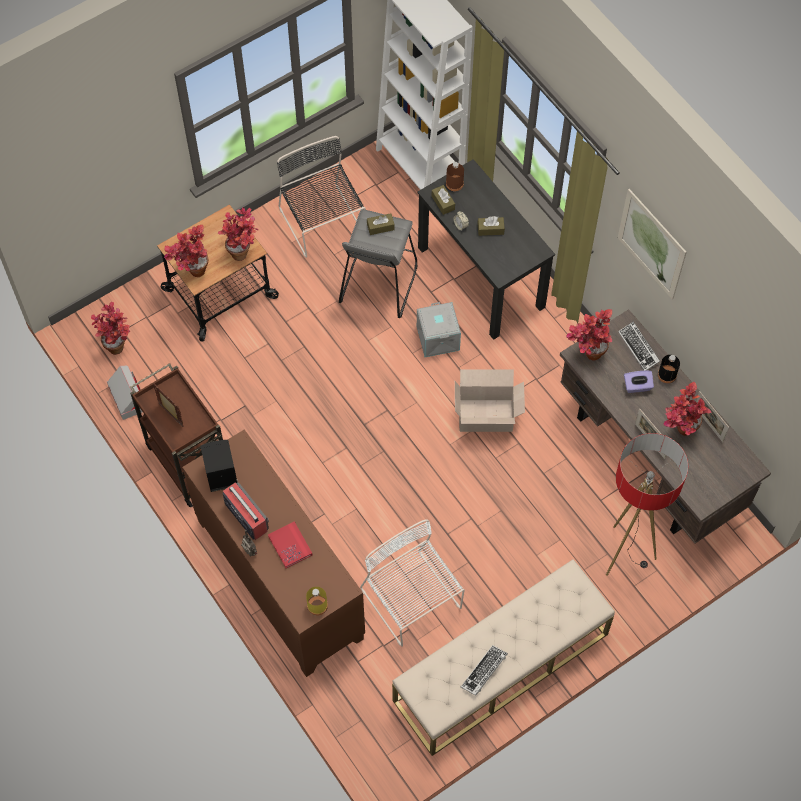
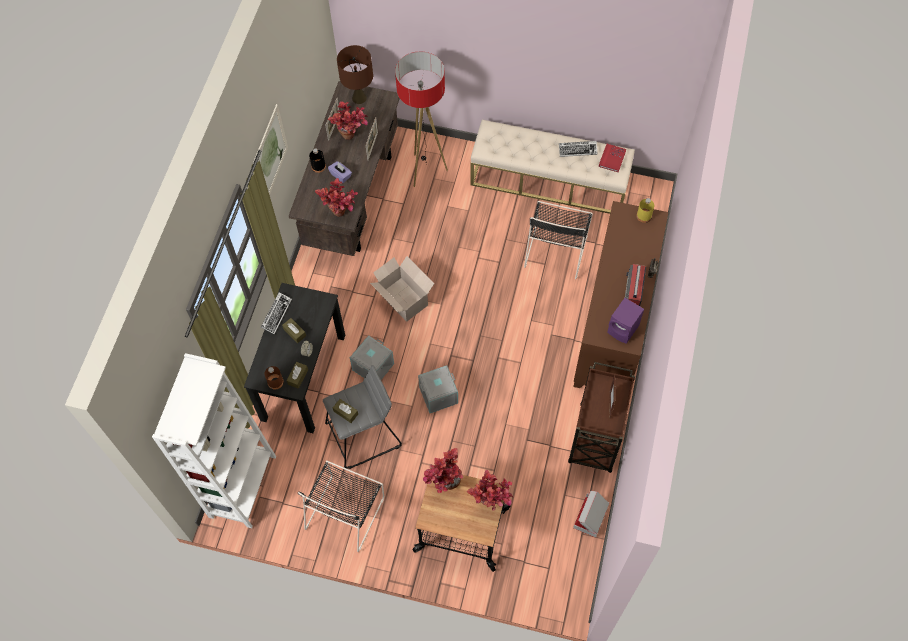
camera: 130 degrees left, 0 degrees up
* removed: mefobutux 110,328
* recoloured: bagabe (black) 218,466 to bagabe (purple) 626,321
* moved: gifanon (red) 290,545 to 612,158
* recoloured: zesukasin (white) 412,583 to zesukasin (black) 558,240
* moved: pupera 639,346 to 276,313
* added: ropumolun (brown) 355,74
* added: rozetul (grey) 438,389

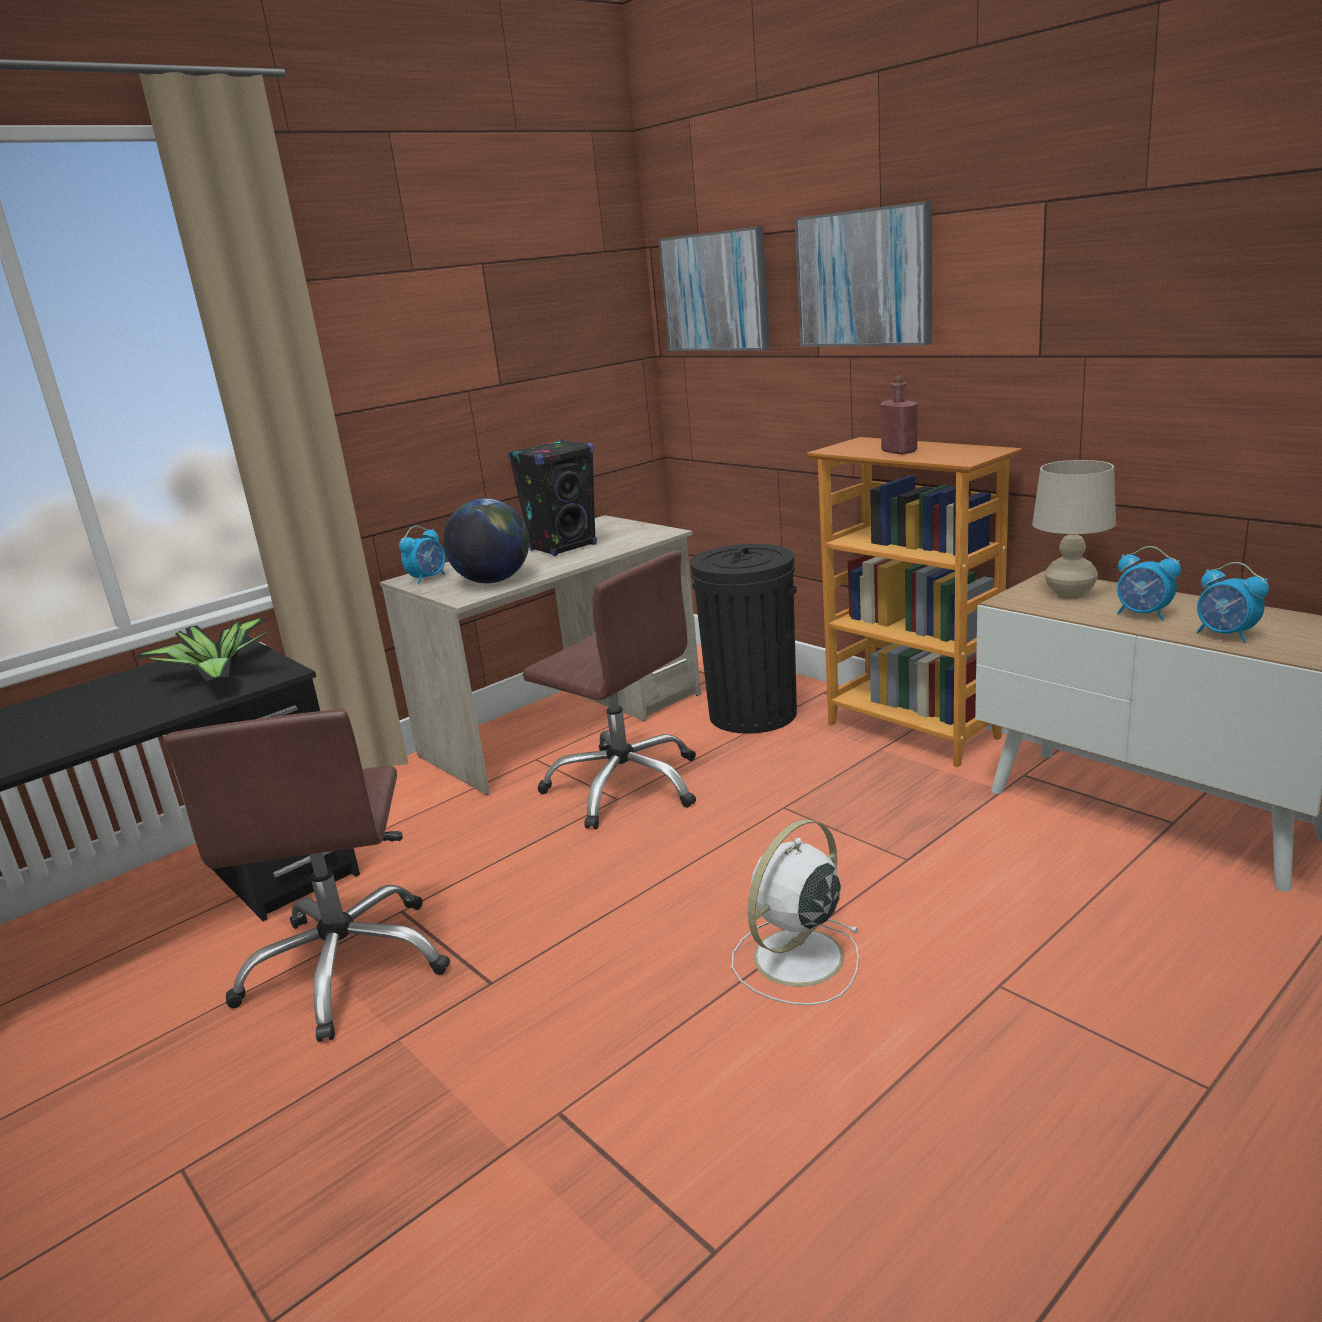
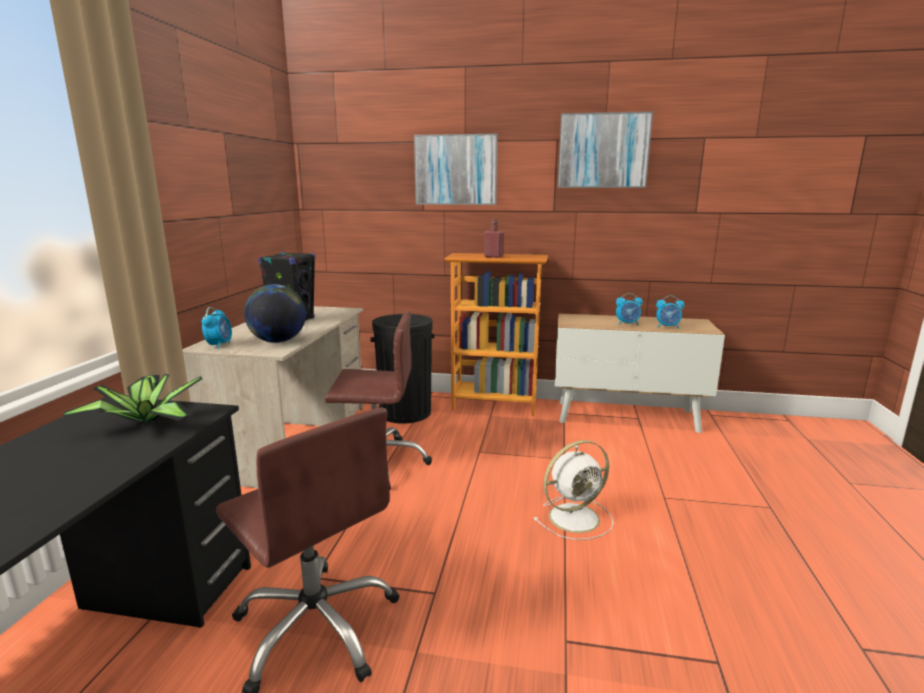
camera: 40 degrees left, 5 degrees down
* moved: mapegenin 714,288 to 605,149
* turned: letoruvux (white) 796,912 = 573,490 120 degrees counterclockwise
* removed: ropumolun (beige) 1074,529

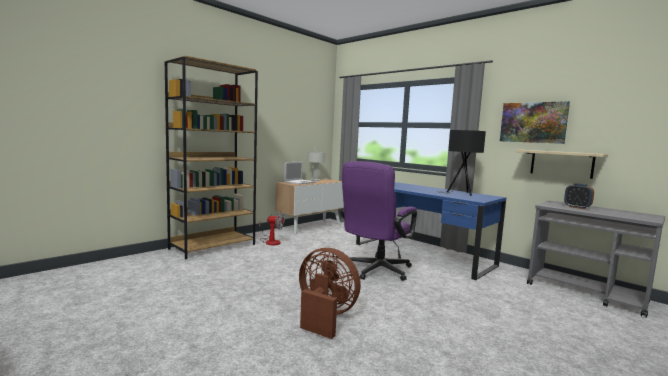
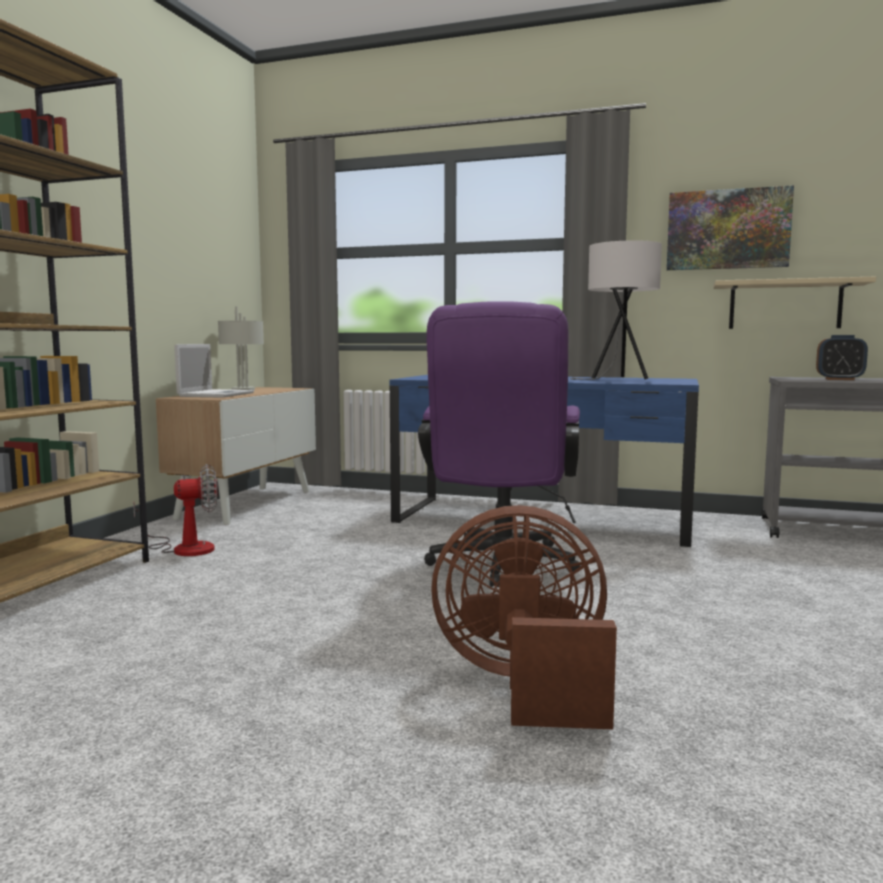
camera: 25 degrees left, 0 degrees up
* recoloured: ropumolun (black) 461,163 to ropumolun (white) 616,310

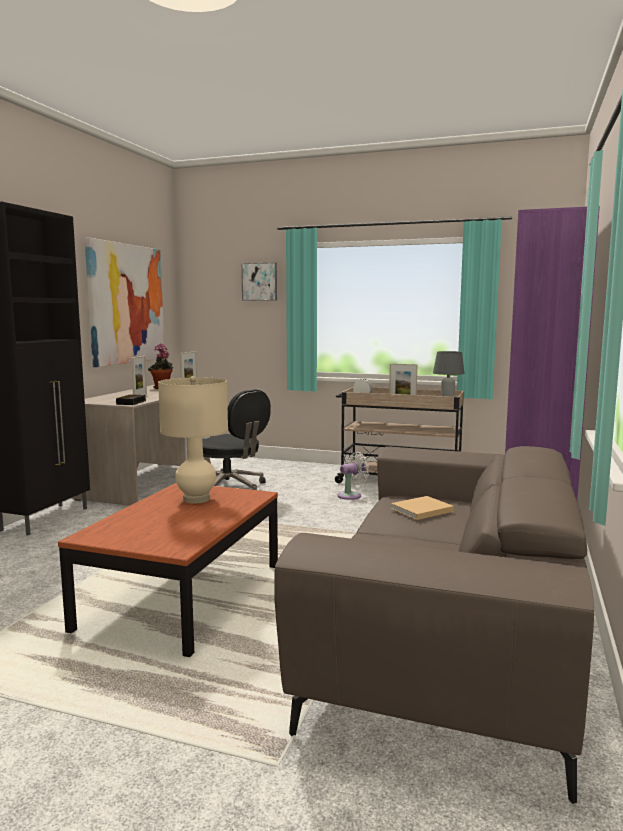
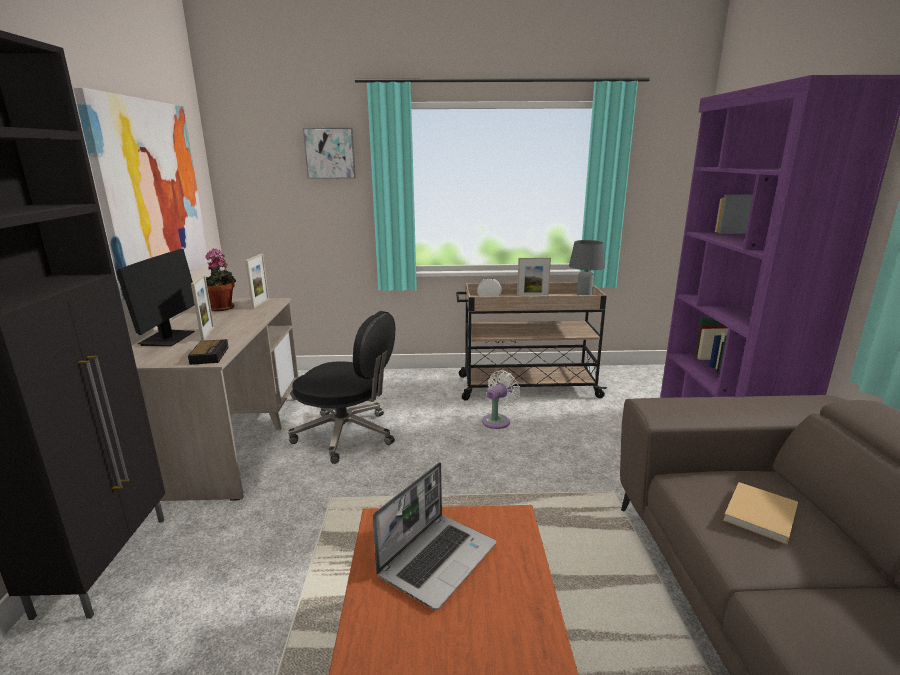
camera: 20 degrees left, 10 degrees up
* replaced: ropumolun (beige) 193,440 to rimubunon 434,536
* added: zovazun 155,297

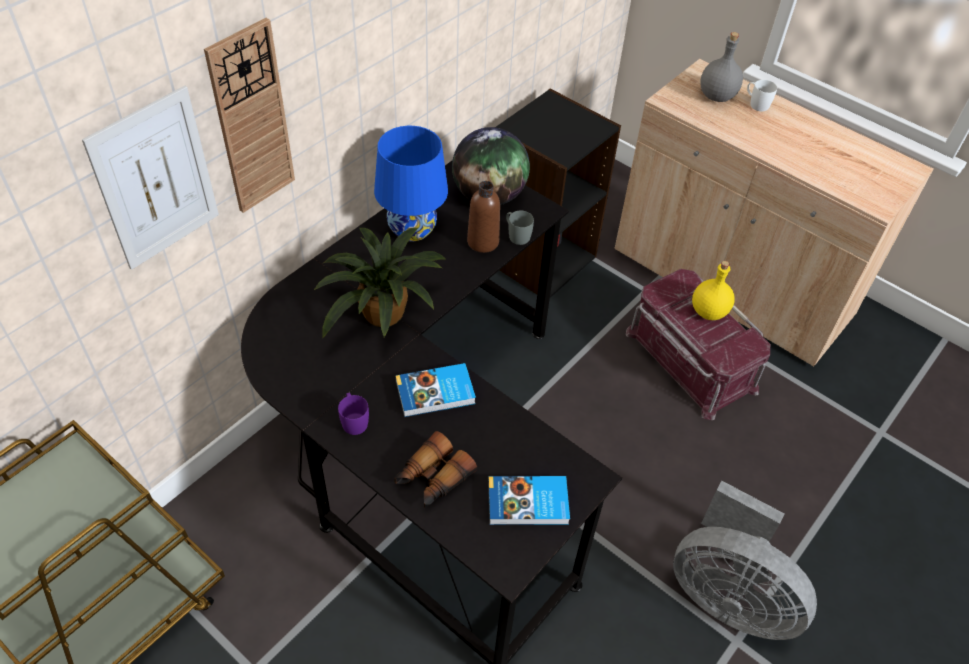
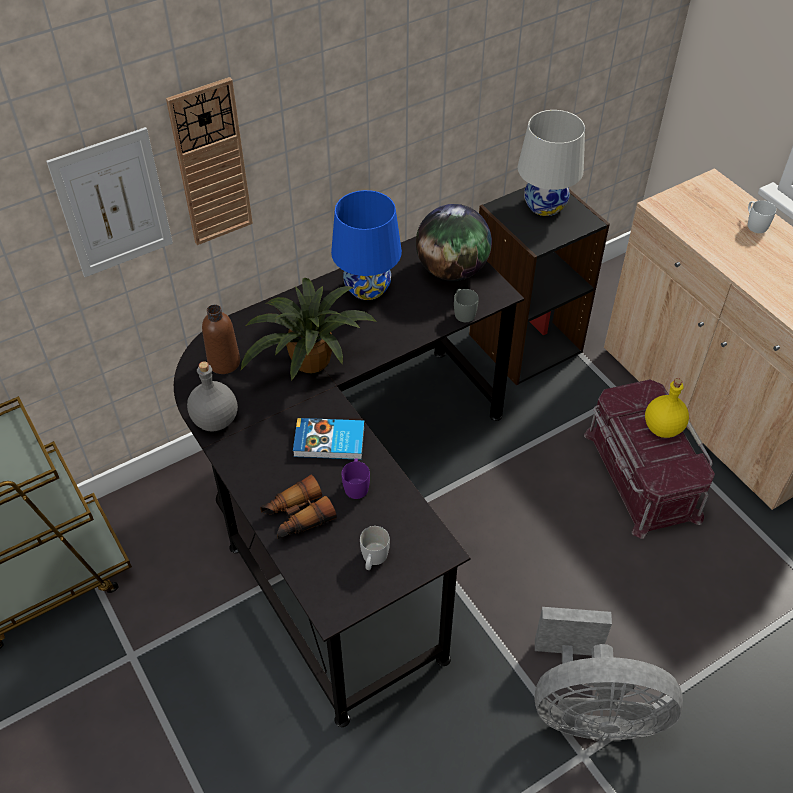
camera: 20 degrees right, 0 degrees up
* moved: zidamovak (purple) 353,414 to 356,478
* moved: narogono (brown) 483,217 to 221,339
* replaced: gifanon 529,500 to zidamovak (white) 375,548
* turned: letoruvux (grey) 745,560 = 609,674 45 degrees counterclockwise
* moved: narogono (grey) 721,67 to 212,396
* added: ropumolun (white) 551,163

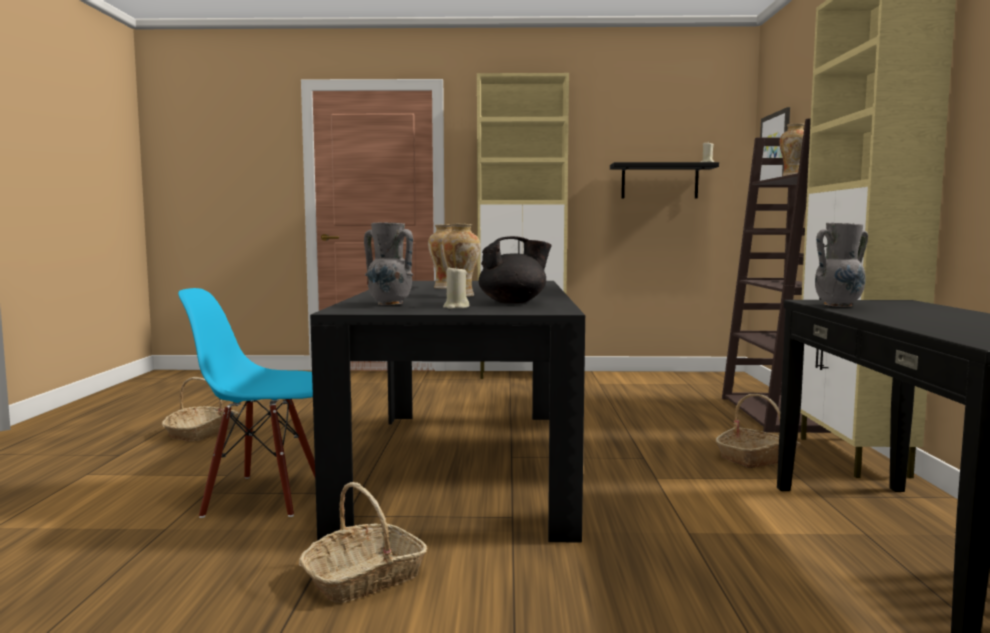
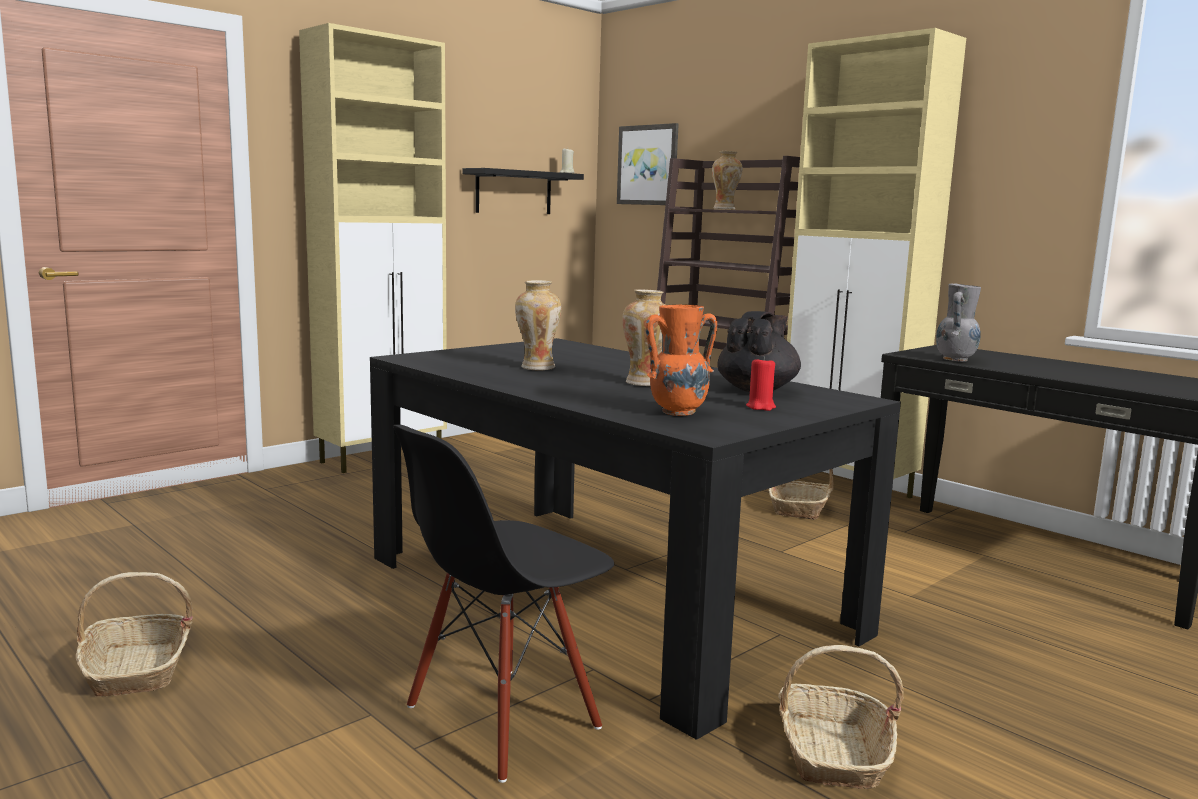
camera: 45 degrees left, 5 degrees up
* recoloured: zesukasin (blue) 246,403 to zesukasin (black) 503,604
* recoloured: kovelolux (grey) 388,263 to kovelolux (orange) 681,360
* recoloured: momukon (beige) 456,287 to momukon (red) 761,383

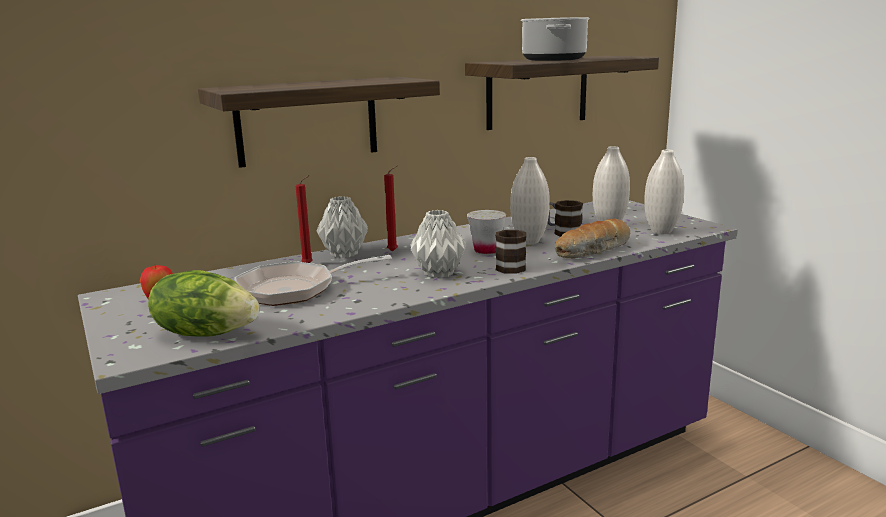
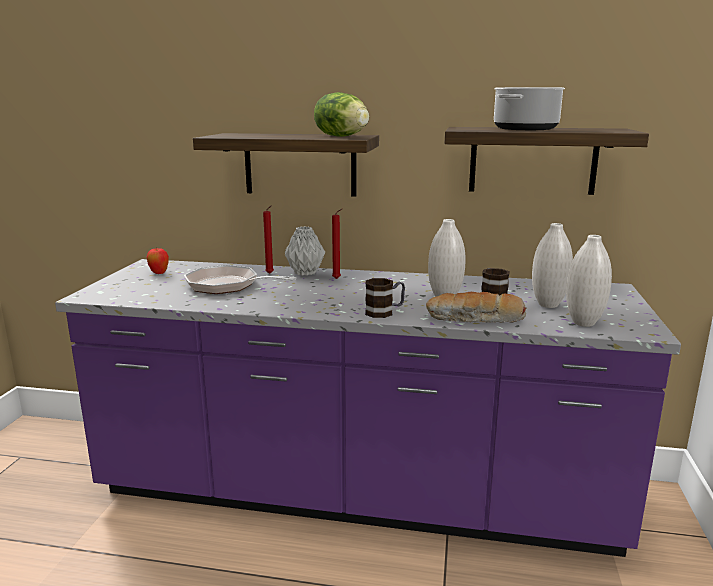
camera: 40 degrees right, 0 degrees up
* moved: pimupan 203,303 to 341,114
* removed: kovelolux (grey) 438,244
* removed: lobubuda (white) 486,232

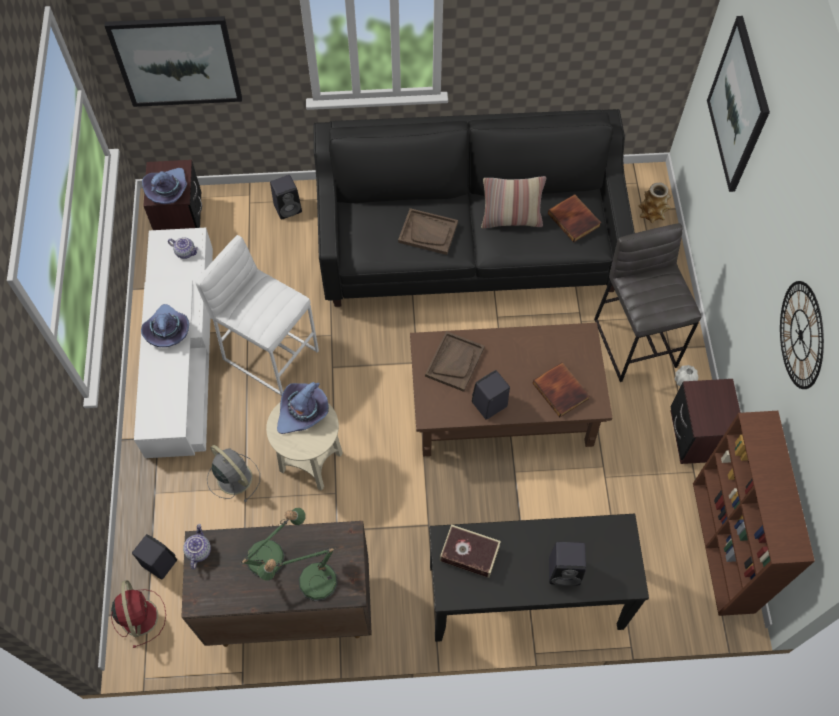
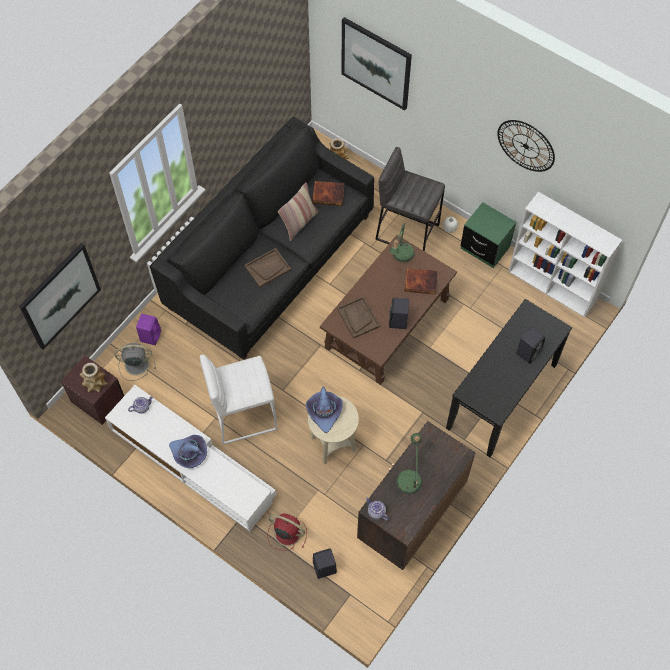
camera: 50 degrees left, 0 degrees up
* moved: letoruvux (red) 138,614 to 287,532
* replaced: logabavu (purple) 164,186 to kovelolux 94,377
* moved: letoruvux (grey) 233,474 to 135,362
* moved: ropumolun 298,574 to 402,242
* recoloured: bagabe (black) 286,197 to bagabe (purple) 148,329
* removed: gifanon 470,551
* recoloured: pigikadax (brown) 706,421 to pigikadax (green) 488,235
* recoloured: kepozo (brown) 754,513 to kepozo (white) 565,255

